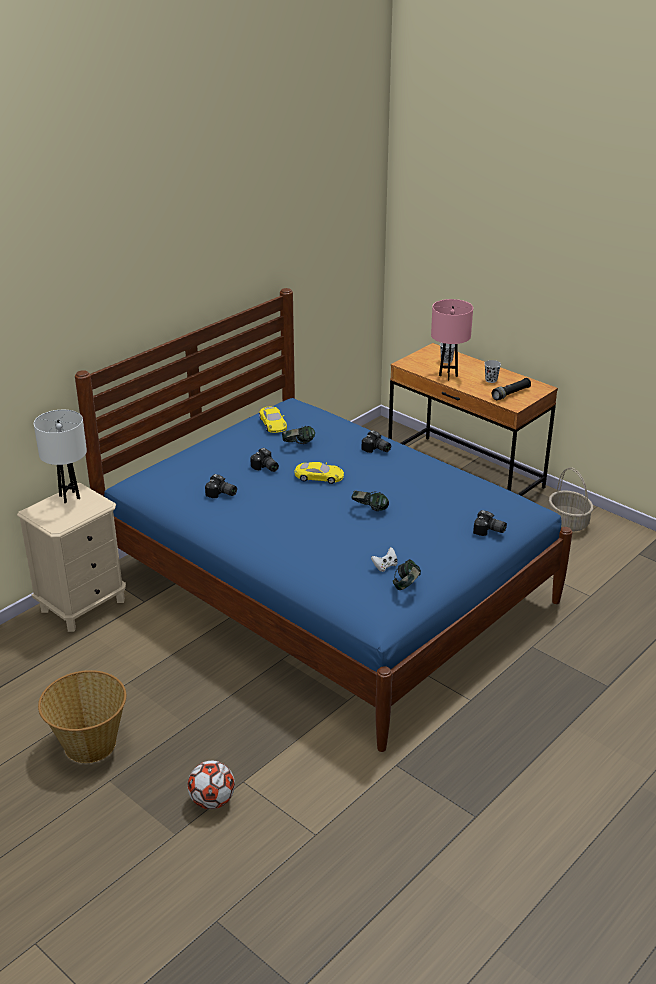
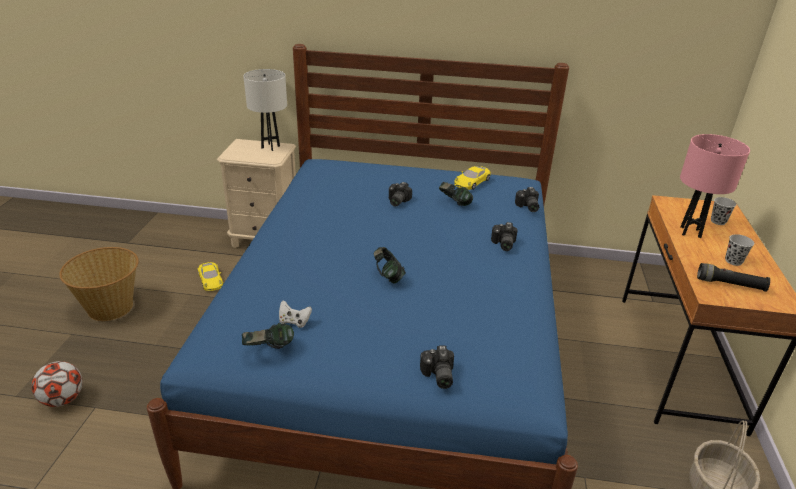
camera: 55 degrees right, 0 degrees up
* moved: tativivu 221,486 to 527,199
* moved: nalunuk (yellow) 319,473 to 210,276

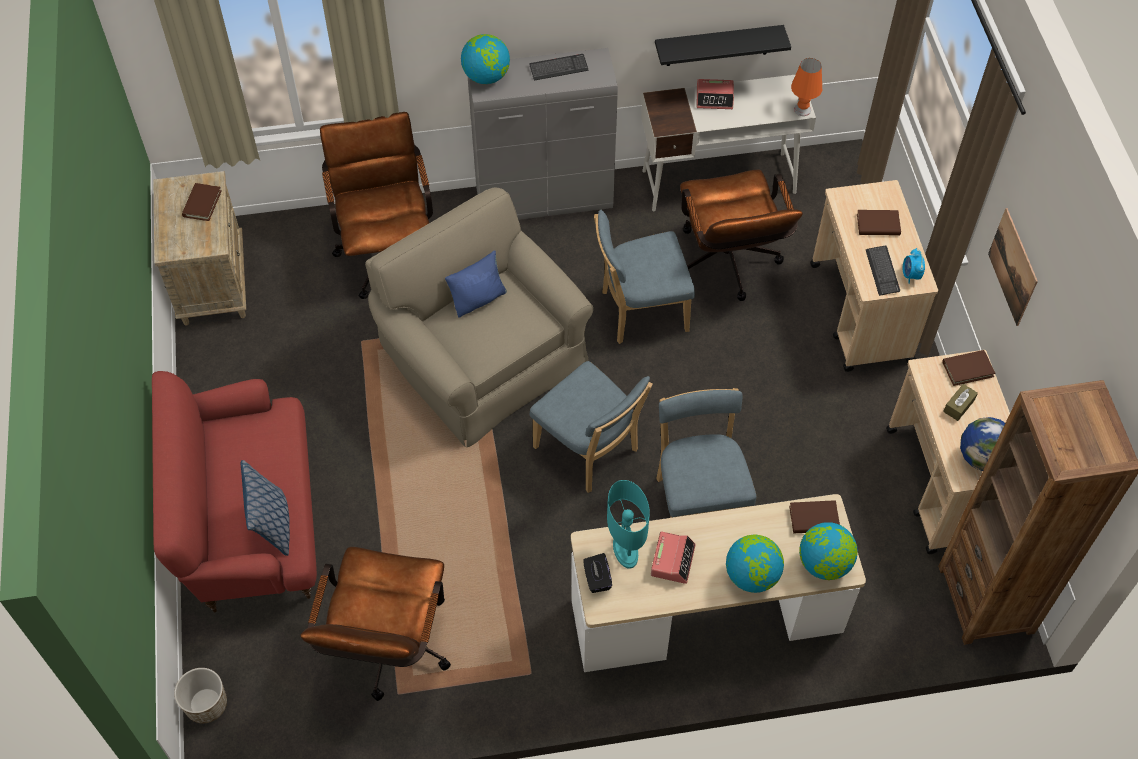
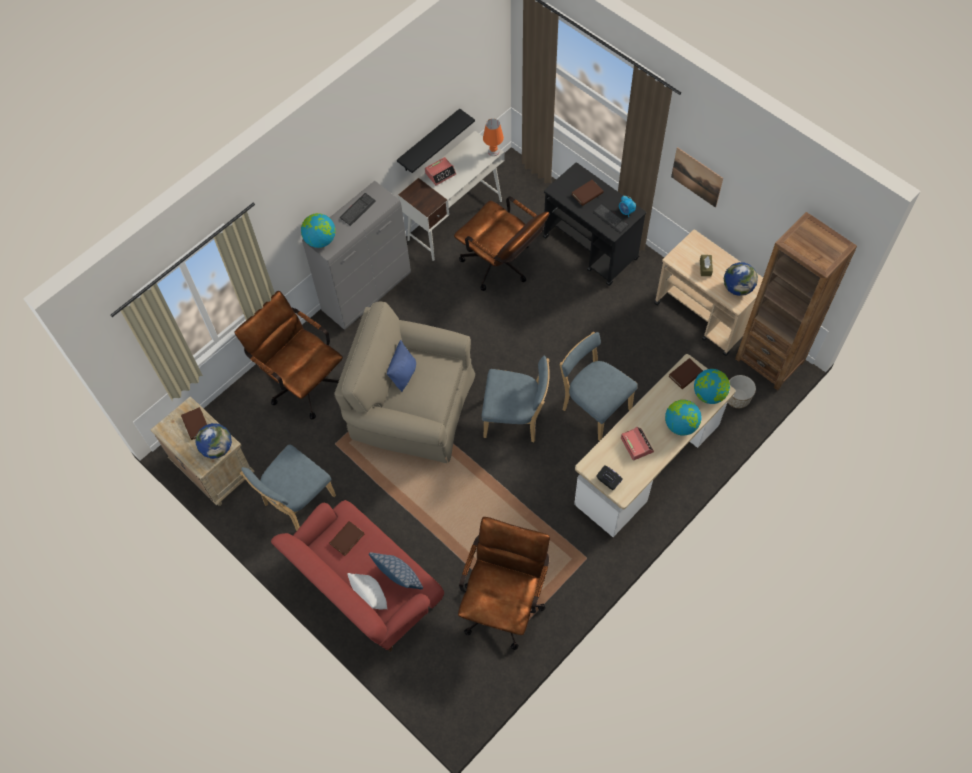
camera: 35 degrees left, 5 degrees up
* moved: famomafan 200,695 to 741,391
* turned: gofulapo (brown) 375,624 = 504,583 135 degrees counterclockwise
* moved: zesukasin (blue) 644,277 to 288,487
* removed: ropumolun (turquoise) 628,524
* recoloured: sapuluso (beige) 874,276 to sapuluso (black) 594,224
* moved: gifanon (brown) 969,368 to 346,538
* added: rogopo 213,441
* added: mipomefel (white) 367,591

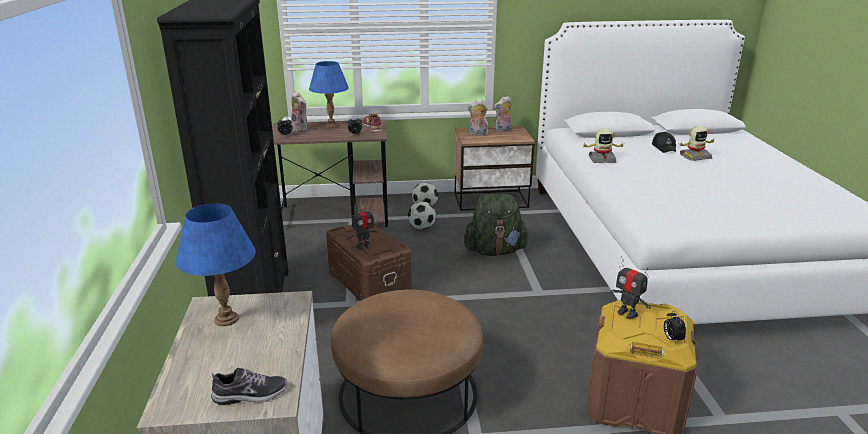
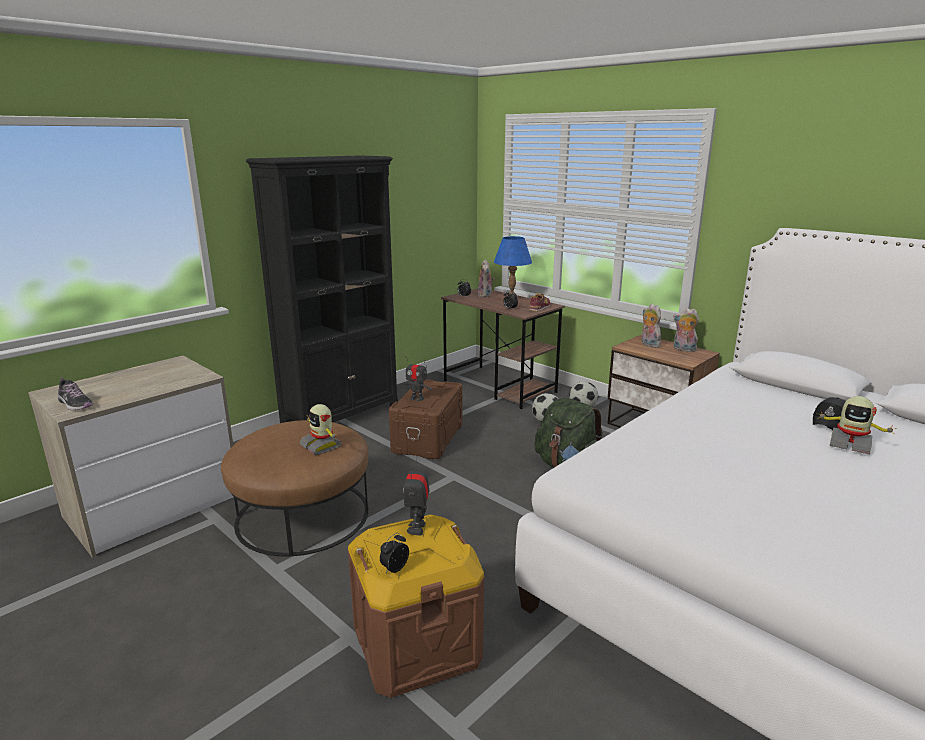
camera: 50 degrees right, 5 degrees down
* removed: ropumolun (blue) 215,264
* moved: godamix 604,145 to 320,429

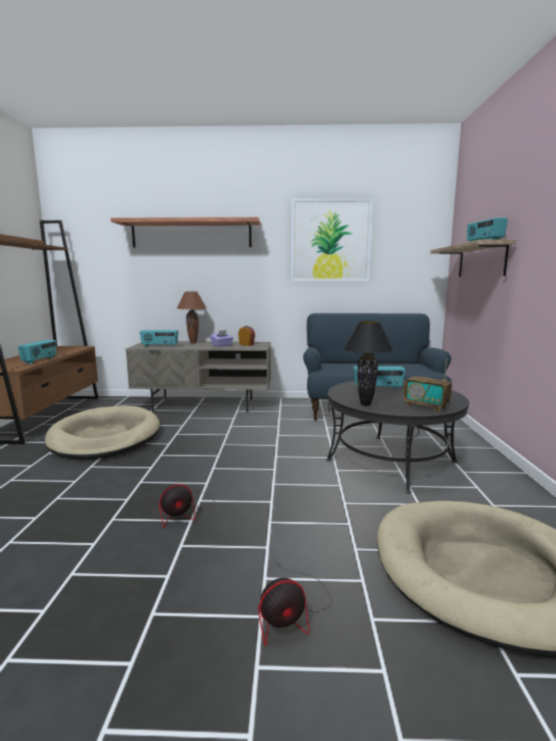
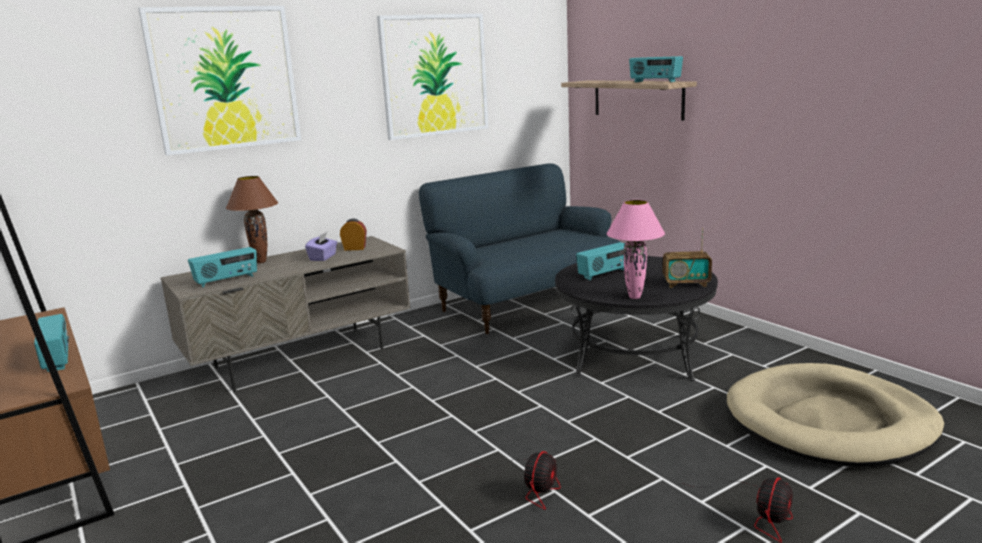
camera: 35 degrees left, 5 degrees up
* removed: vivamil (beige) 102,432
* replaced: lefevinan 185,232 to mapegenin 219,81
* recoloured: ropumolun (black) 369,363 to ropumolun (pink) 636,249

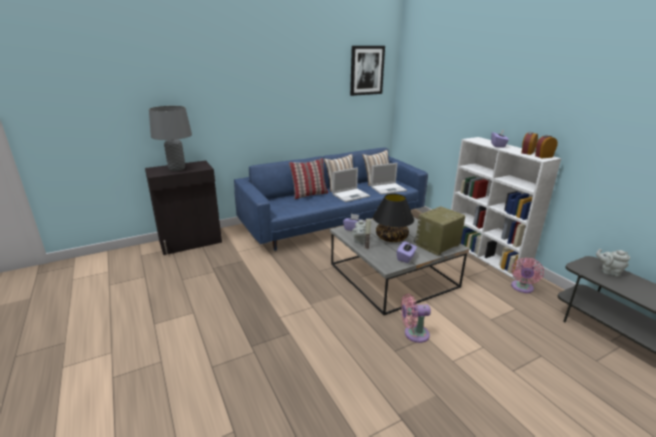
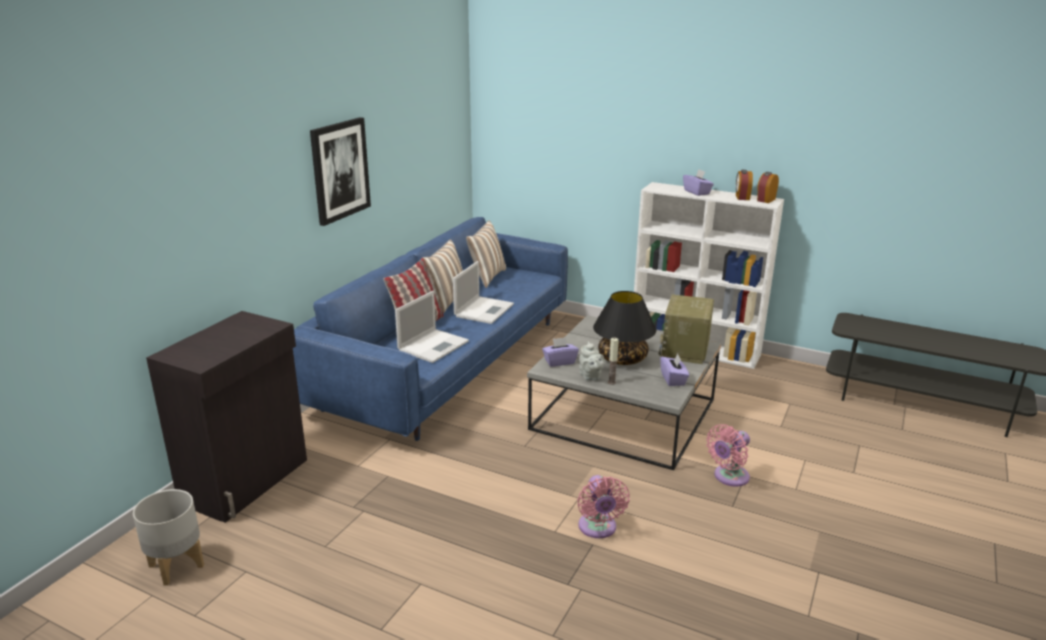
camera: 35 degrees left, 0 degrees up
* removed: ropumolun (grey) 170,138
* moved: mapegenin 367,71 to 340,171
* moved: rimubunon 389,179 to 432,327
* moved: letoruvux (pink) 527,275 to 603,506
* removed: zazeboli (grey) 613,263
* added: famomafan (grey) 168,537

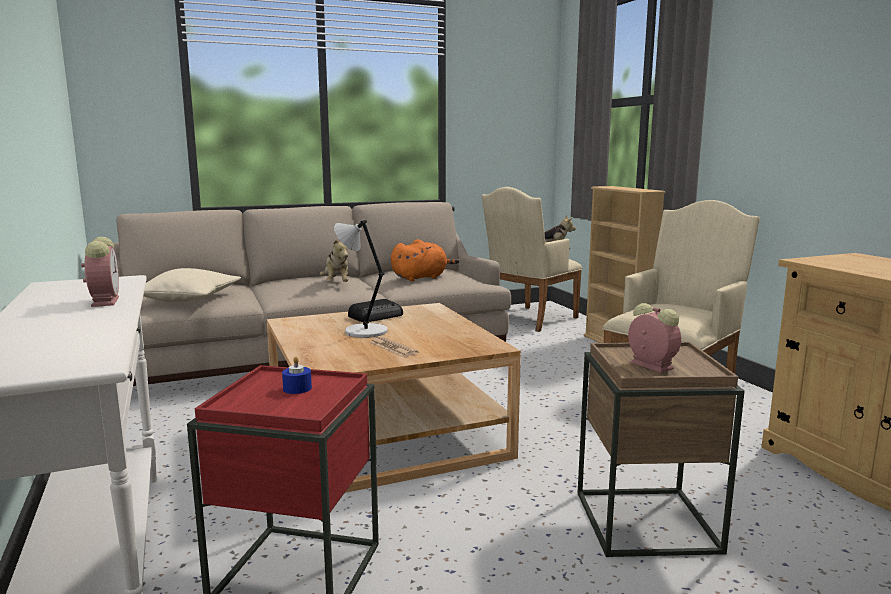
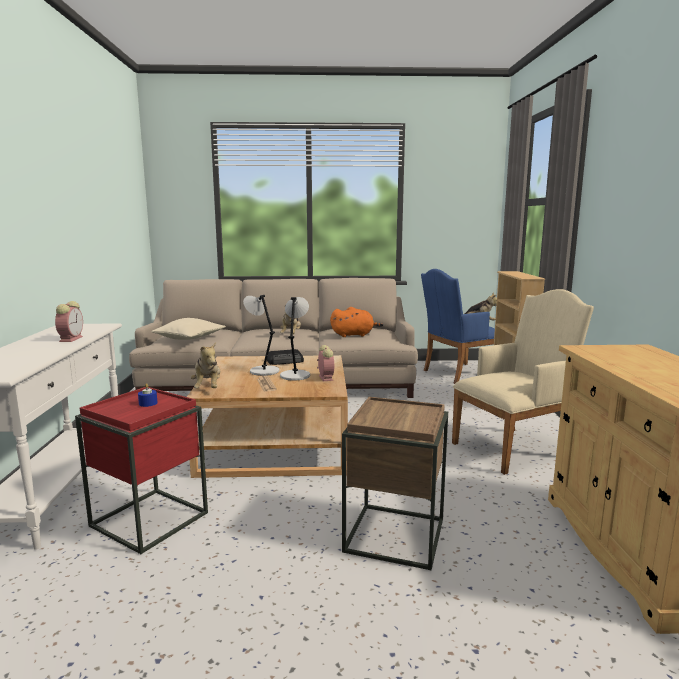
camera: 20 degrees right, 0 degrees up
* recoloured: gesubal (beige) 532,259 to gesubal (blue) 458,326
* moved: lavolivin 654,338 to 325,363
* added: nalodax 205,365
* added: ropumolun (grey) 295,339

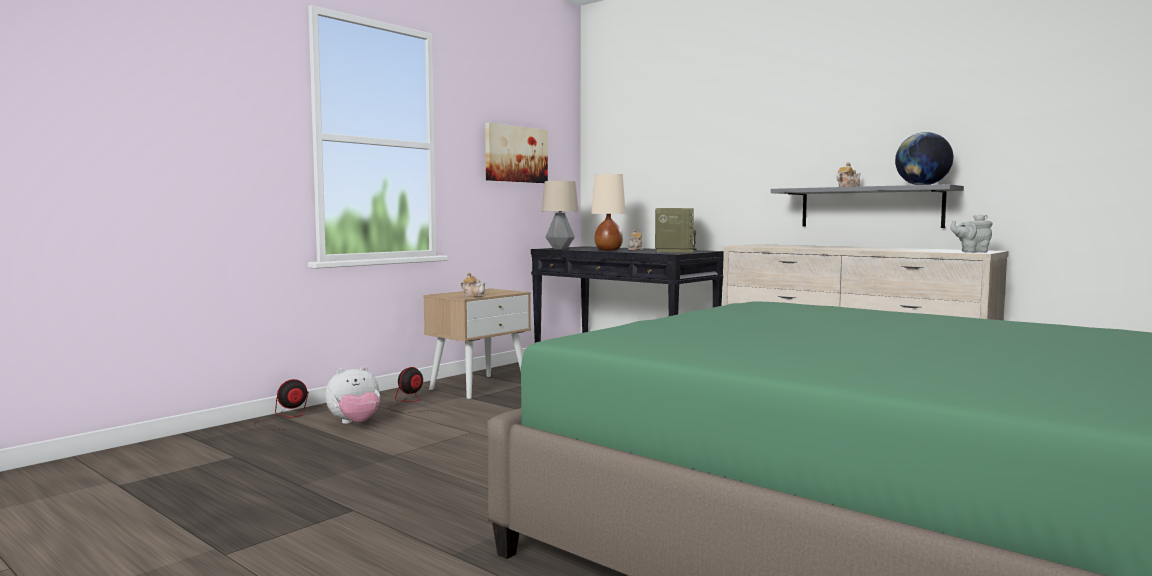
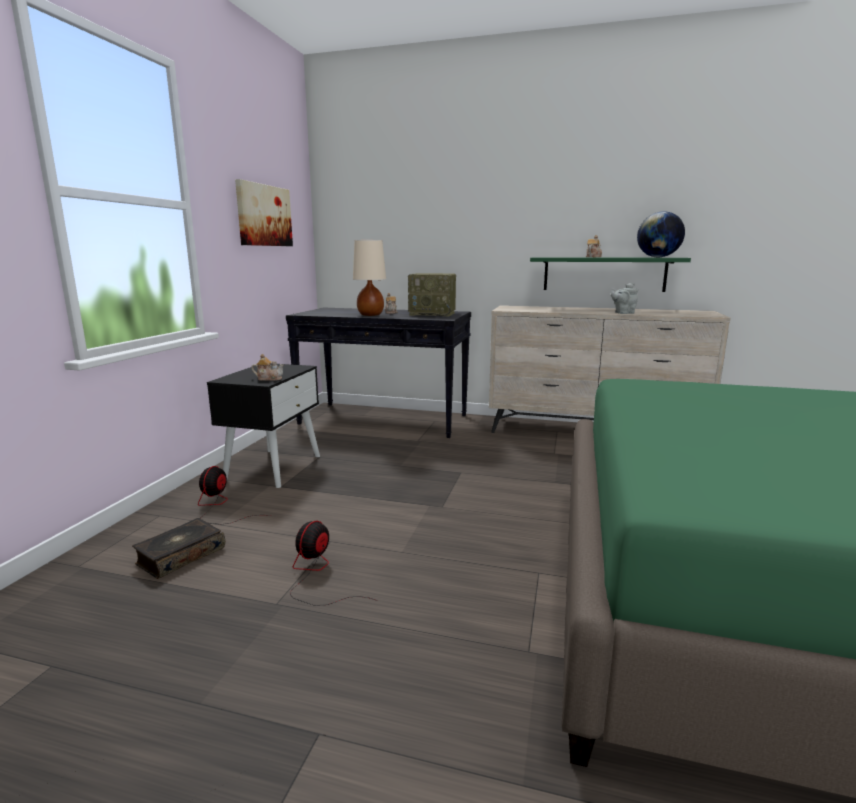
camera: 25 degrees left, 10 degrees up
* moved: letoruvux 282,406 to 333,563
* replaced: nalodax 352,395 to gifanon 178,548
* recoloured: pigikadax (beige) 477,343 to pigikadax (black) 263,425
* removed: ropumolun 560,215
* turned: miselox 676,230 = 432,295 120 degrees clockwise
* recoloured: lefevinan (grey) 867,206 to lefevinan (green) 610,274
* moved: zazeboli (grey) 971,233 to 624,298

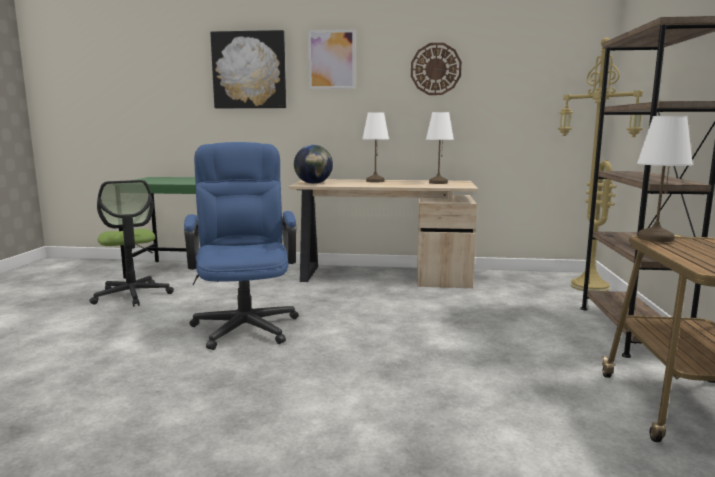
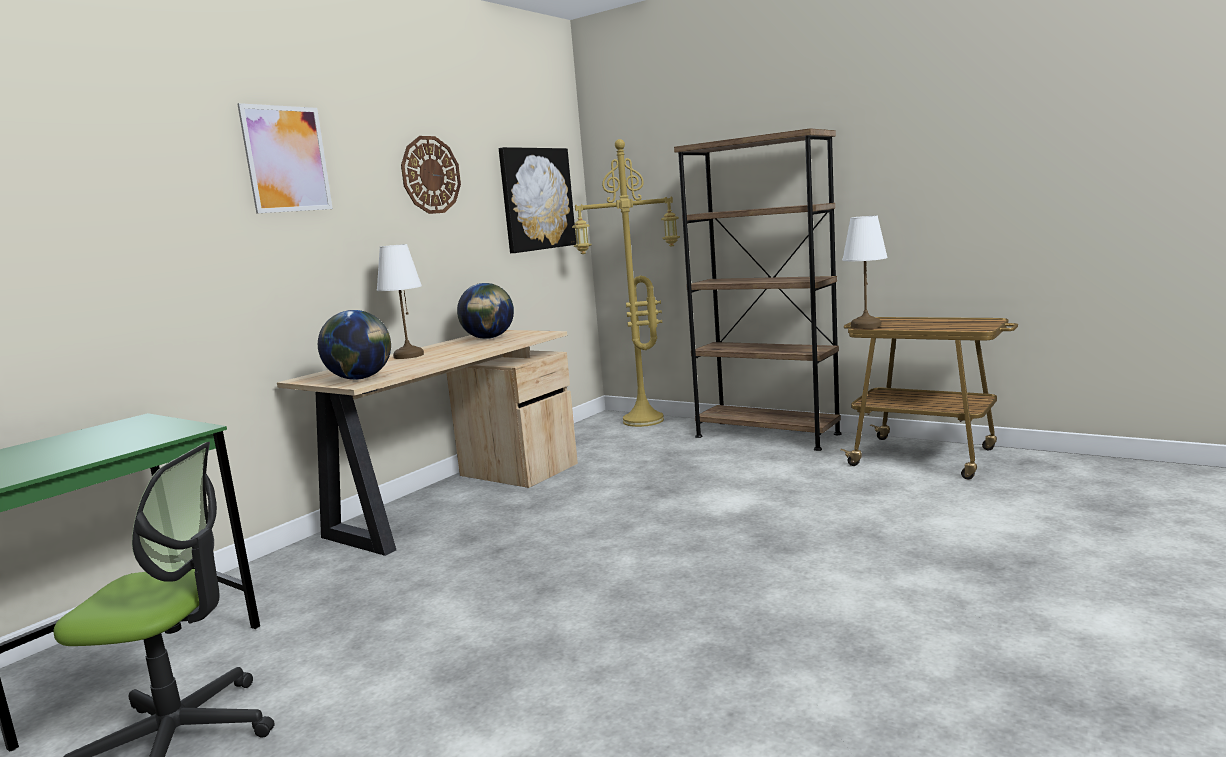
camera: 60 degrees left, 0 degrees up
* removed: gofulapo (blue) 241,246
* moved: mapegenin 248,69 to 537,200
* replaced: ropumolun (white) 440,148 to rogopo 485,311

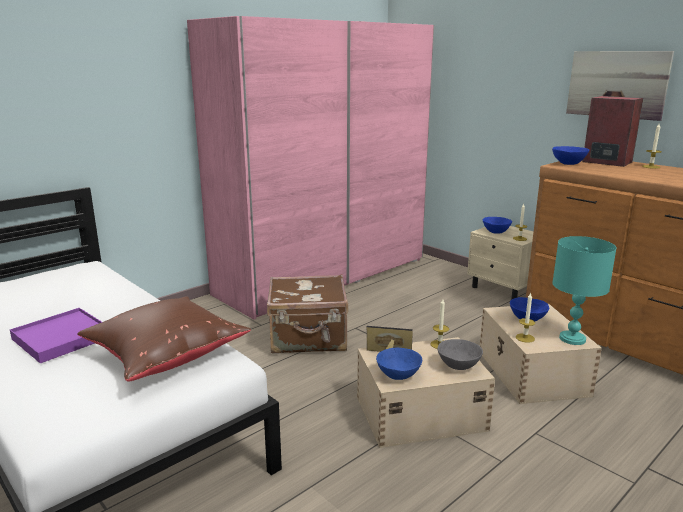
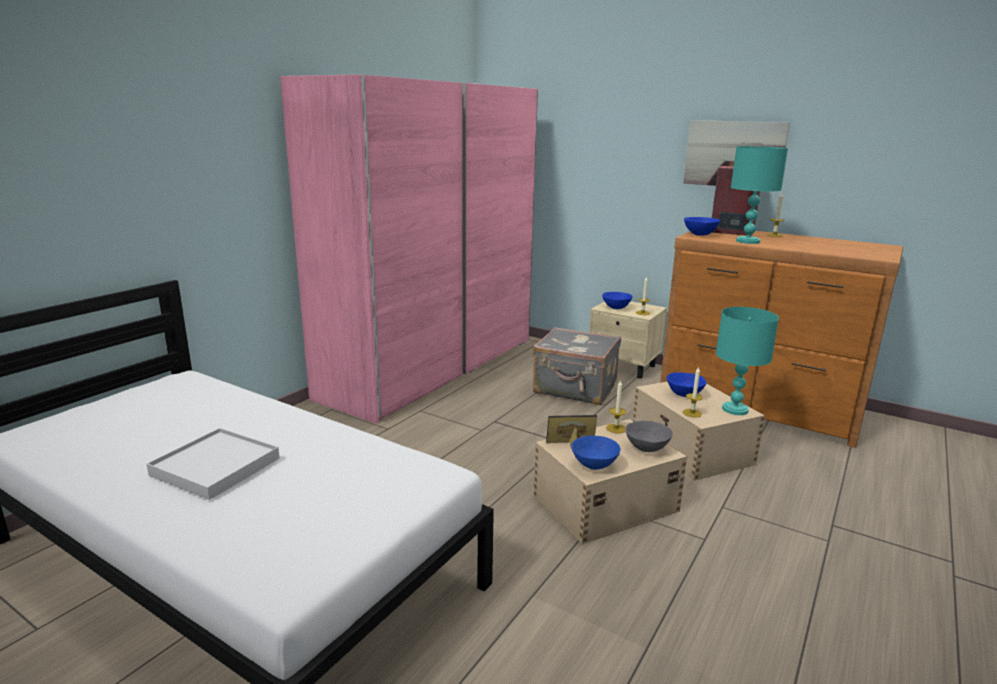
camera: 15 degrees left, 0 degrees up
* recoloured: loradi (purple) 56,335 to loradi (white) 213,464
* removed: mipomefel (brown) 164,339
* removed: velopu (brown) 307,314
* added: velopu (grey) 576,366
* added: ropumolun (turquoise) 759,195

